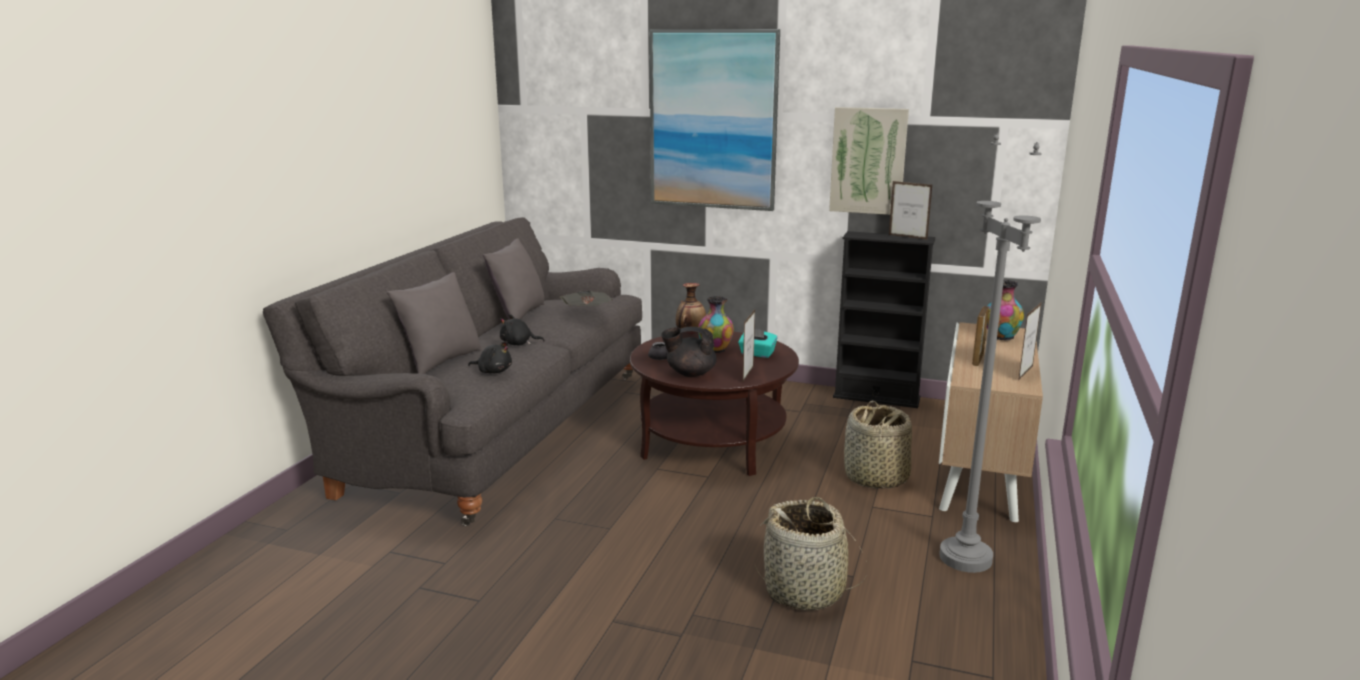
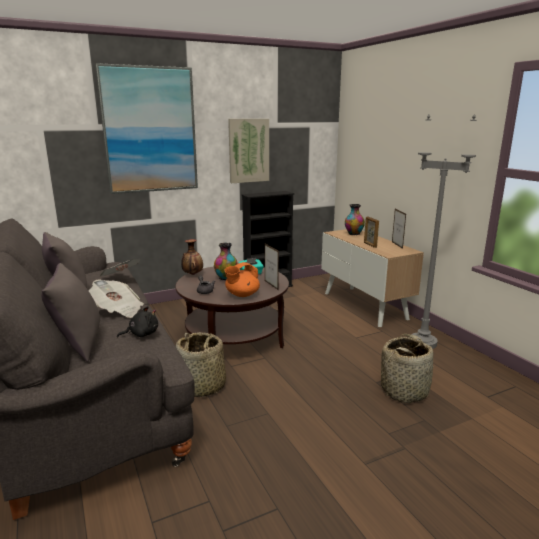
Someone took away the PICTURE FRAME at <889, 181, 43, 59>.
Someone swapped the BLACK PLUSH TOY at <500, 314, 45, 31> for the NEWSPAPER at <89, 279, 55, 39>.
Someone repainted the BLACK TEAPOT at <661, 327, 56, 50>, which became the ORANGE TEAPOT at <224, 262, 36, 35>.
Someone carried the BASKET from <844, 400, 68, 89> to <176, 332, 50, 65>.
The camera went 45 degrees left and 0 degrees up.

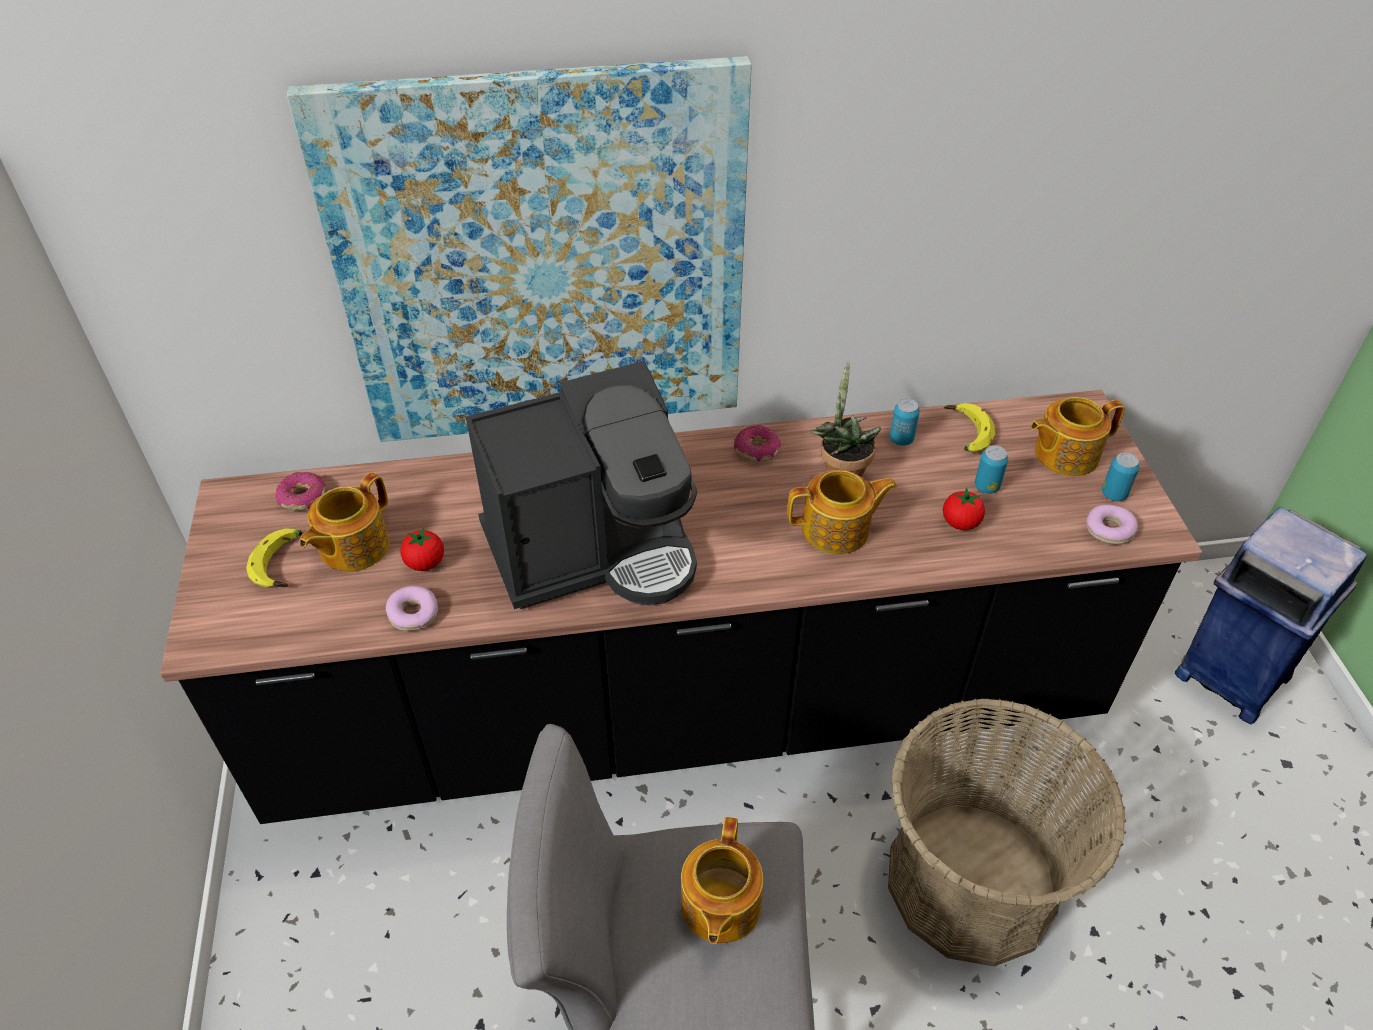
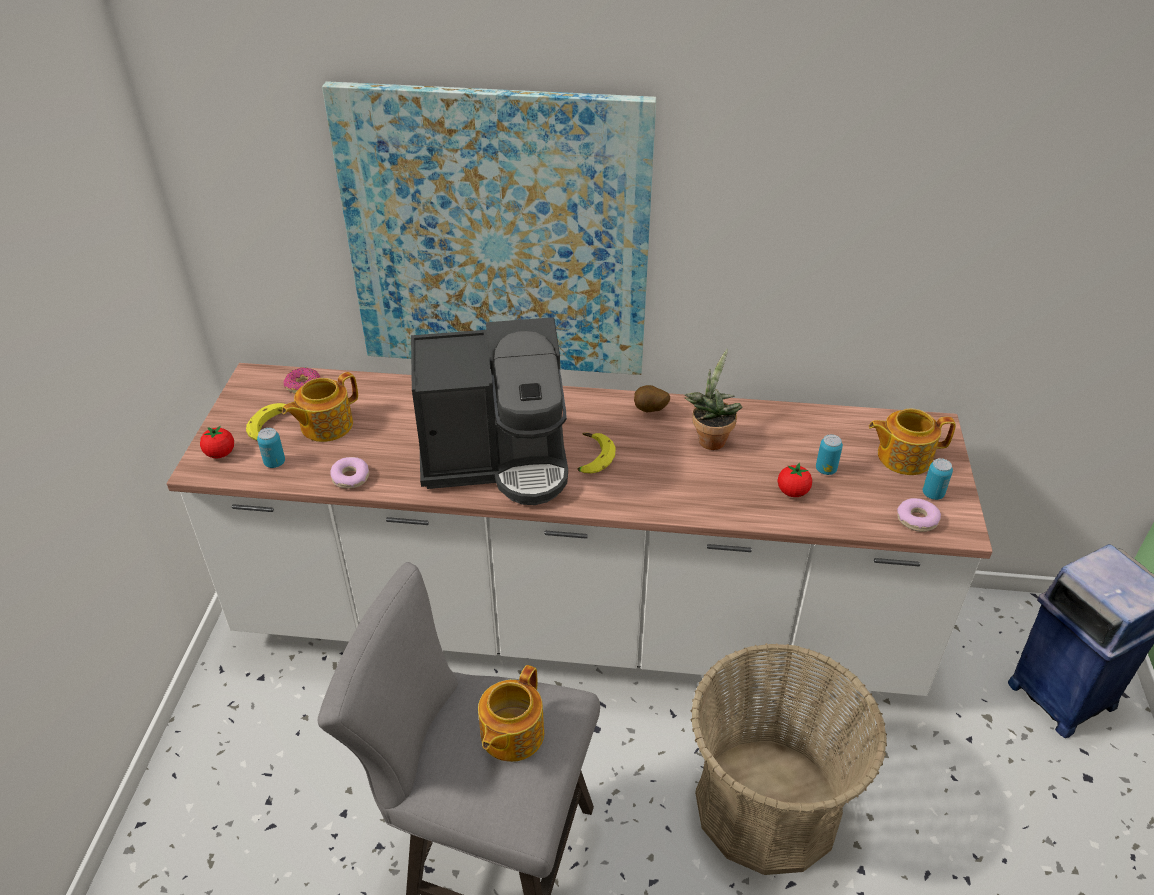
Someone repainted the BLACK COUNTER at <160, 390, 1042, 434>, which became the WHITE COUNTER at <167, 363, 826, 333>.
Someone carried the CAN from <890, 398, 30, 48> to <257, 428, 28, 40>.
Someone carried the BANANA from <944, 403, 51, 49> to <578, 433, 38, 40>.
Someone swapped the DONUT at <734, 425, 47, 37> for the POTATO at <634, 385, 36, 27>.
Someone took away the TEAPOT at <787, 470, 110, 84>.
Someone carried the TOMATO from <400, 528, 44, 43> to <200, 426, 34, 32>.
The camera went 15 degrees right and 5 degrees down.

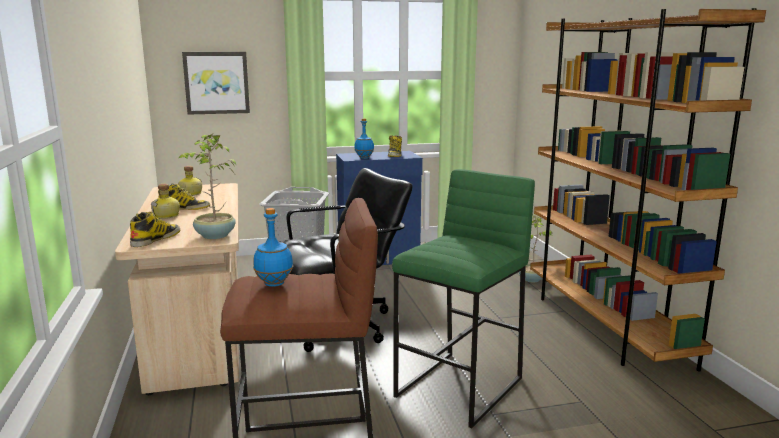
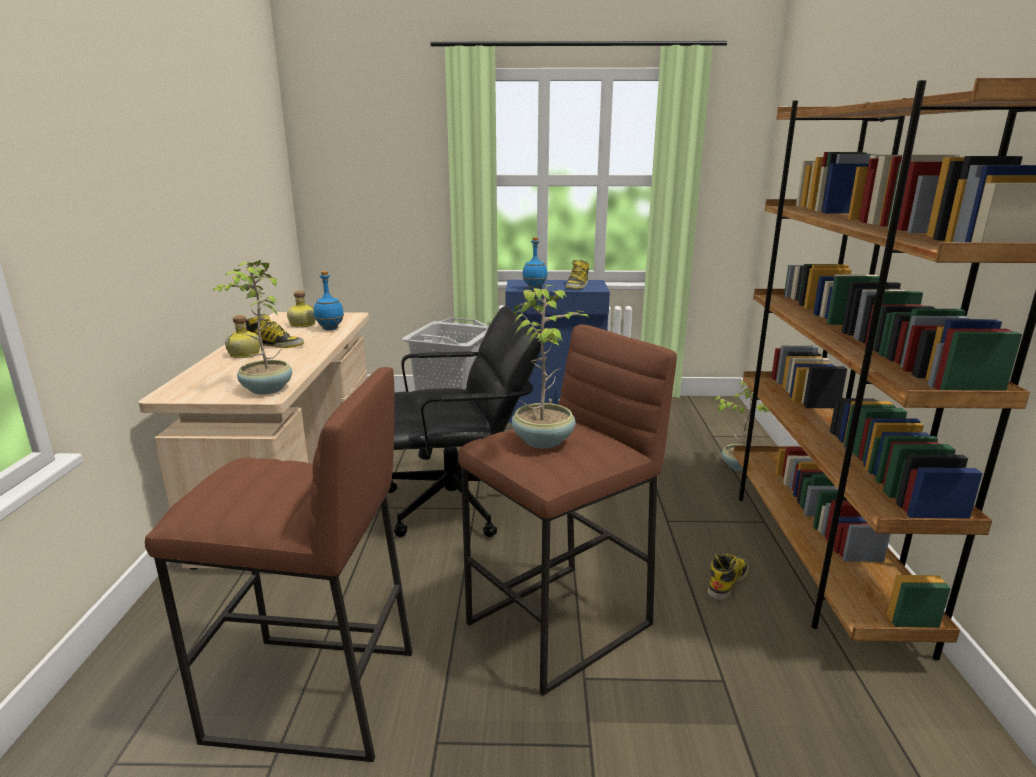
Someone took away the PICTURE at <182, 52, 68, 63>.
Someone repainted the GREEN STOOL at <392, 169, 143, 259>, which became the BROWN STOOL at <458, 324, 219, 372>.
Someone carried the BLUE BOTTLE from <253, 208, 40, 79> to <314, 271, 30, 59>.
Someone carried the BOOT from <130, 212, 50, 35> to <707, 554, 42, 46>.
Someone put down the POTTED PLANT at <512, 284, 80, 164>.
The camera went 15 degrees right and 5 degrees up.

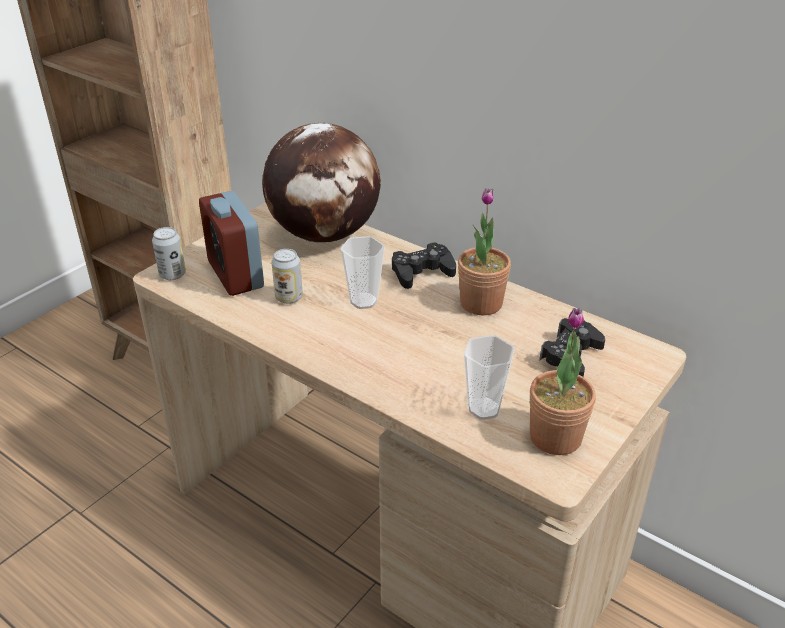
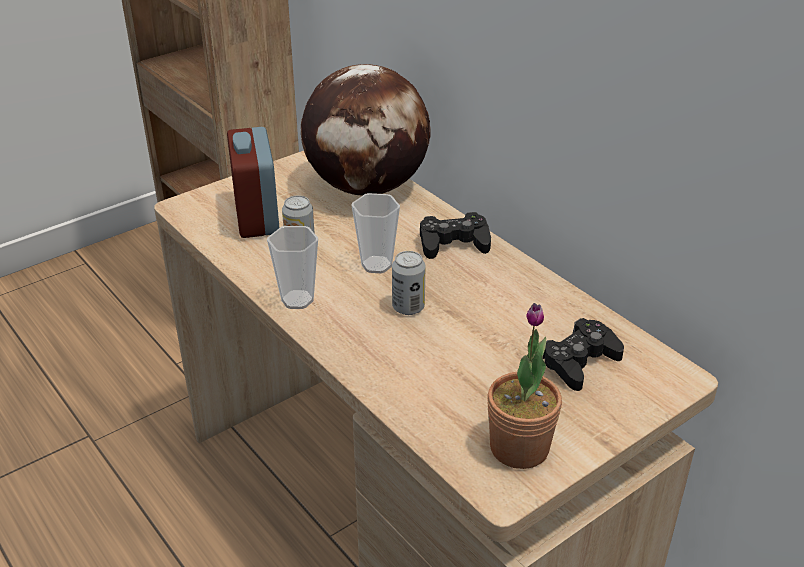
Someone took away the POTTED PLANT at <458, 188, 53, 127>.
Someone carried the CAN from <152, 227, 34, 53> to <392, 251, 33, 64>.
Someone carried the CUP from <464, 335, 51, 85> to <267, 226, 51, 83>.
The camera went 15 degrees right and 0 degrees up.

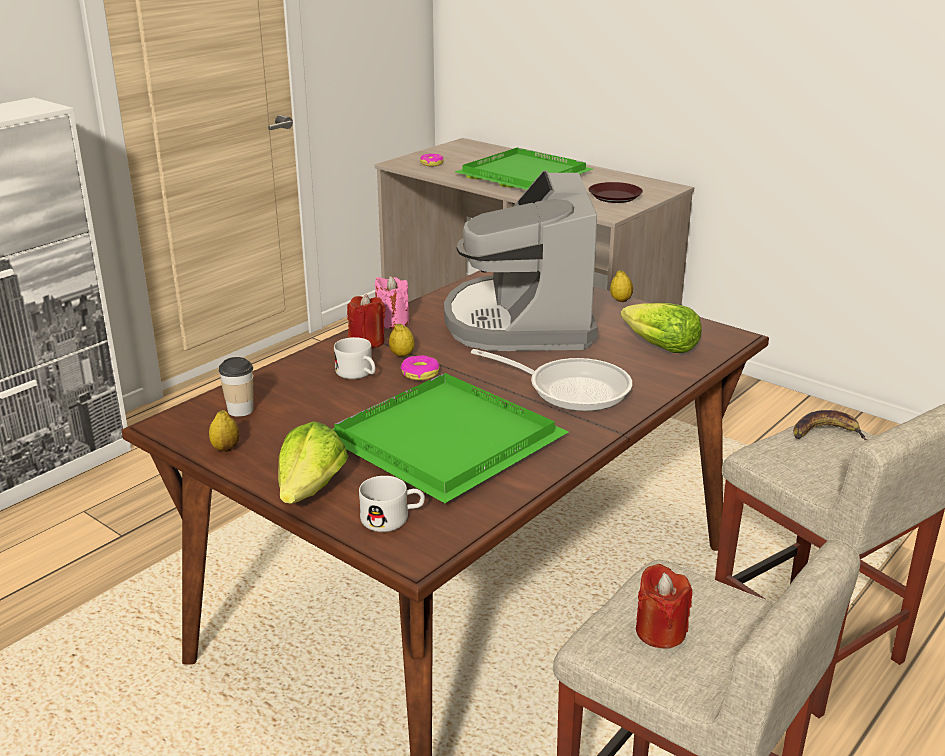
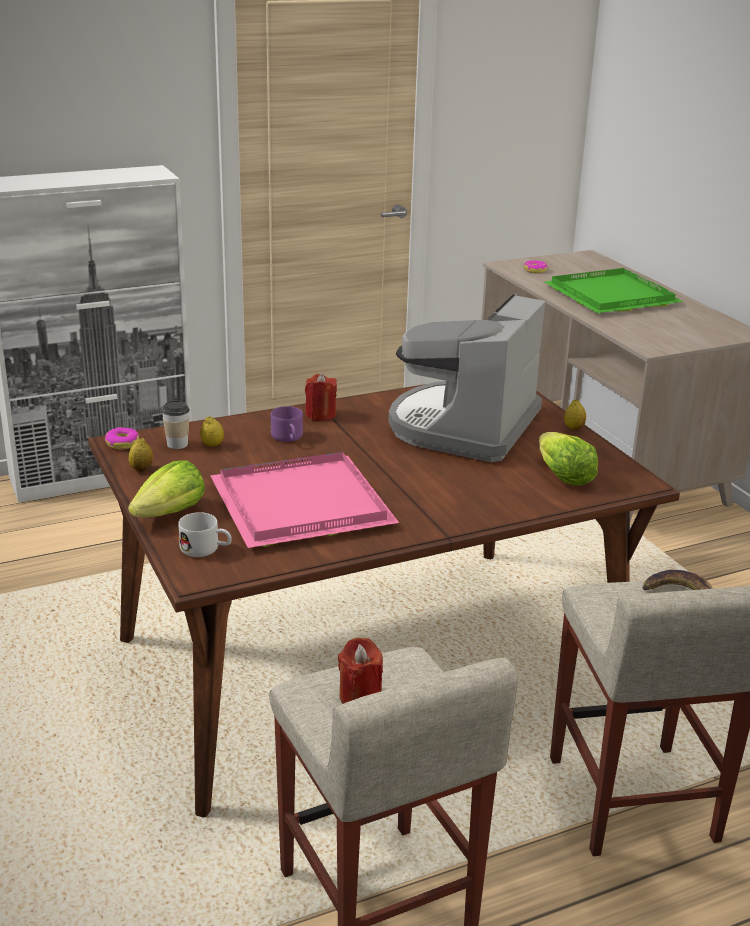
Someone took away the BROWN PLATE at <588, 182, 55, 21>.
Someone took away the PINK CANDLE at <375, 276, 34, 53>.
Someone carried the LEMON from <389, 324, 26, 33> to <200, 416, 24, 31>.
Someone repainted the WHITE MUG at <334, 337, 42, 42>, which became the PURPLE MUG at <271, 406, 32, 36>.
Someone took away the FRYING PAN at <471, 349, 161, 62>.
Someone carried the DONUT from <401, 355, 39, 25> to <105, 427, 35, 22>.
Someone repainted the GREEN TRAY at <333, 373, 236, 130>, which became the PINK TRAY at <210, 452, 189, 96>.
The camera went 25 degrees right and 0 degrees up.

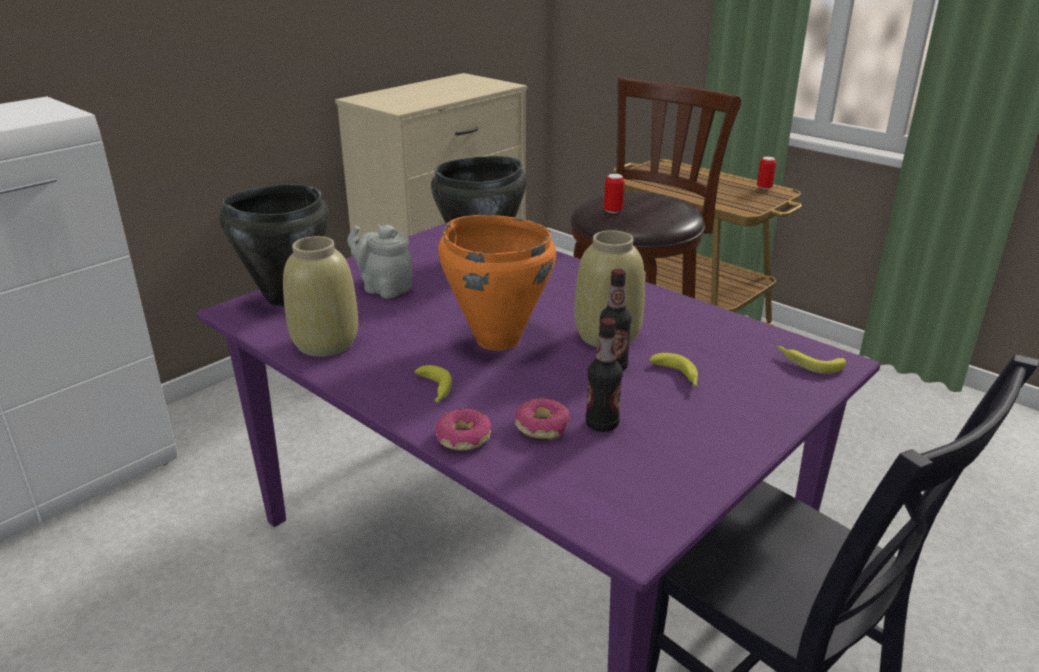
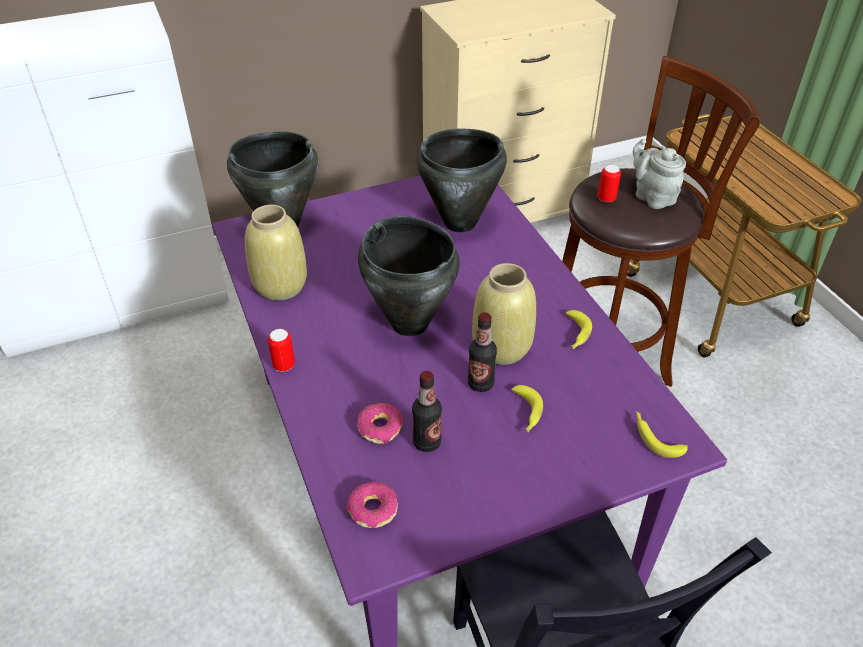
Someone carried the CAN from <757, 157, 19, 33> to <268, 329, 27, 43>.
Someone repainted the ORANGE COOKING POT at <438, 215, 118, 136>, which became the BLACK COOKING POT at <358, 216, 102, 120>.
Someone carried the GREY TEAPOT from <347, 224, 66, 74> to <633, 138, 53, 71>.
Someone carried the BANANA from <414, 365, 38, 38> to <566, 310, 26, 39>.
Someone carried the DONUT from <435, 409, 56, 41> to <347, 482, 51, 46>.
The camera went 25 degrees right and 15 degrees up.

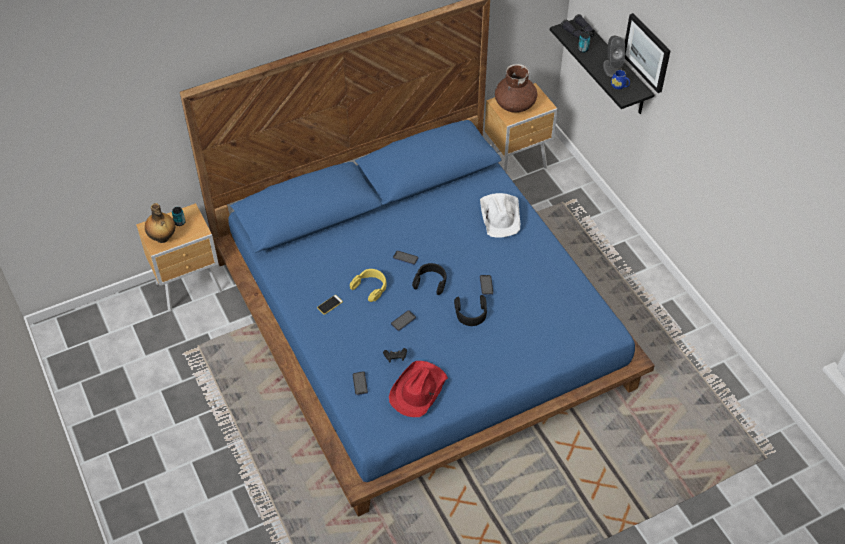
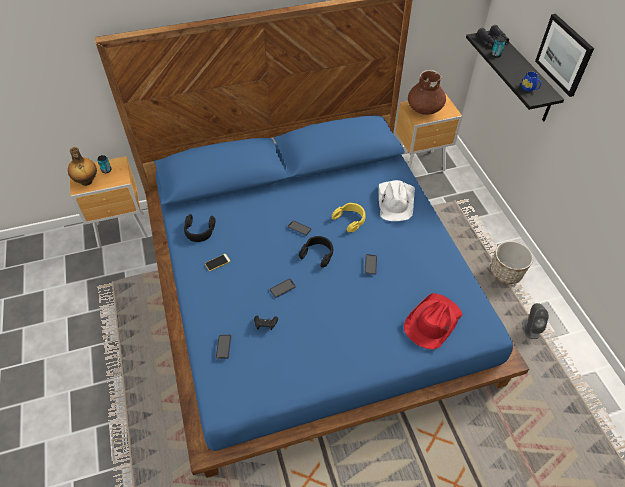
Someone carried the GREY SPEAKER from <603, 36, 22, 41> to <523, 303, 26, 36>.
Someone carried the YELLOW HEADPHONES from <350, 269, 37, 33> to <332, 203, 34, 29>.
Someone carried the BLACK HEADPHONES from <454, 295, 33, 31> to <184, 214, 32, 28>.
Someone carried the RED HAT from <389, 361, 59, 56> to <404, 293, 59, 56>.
Someone put down the PLANTER at <491, 241, 42, 43>.
The camera went 10 degrees right and 0 degrees up.

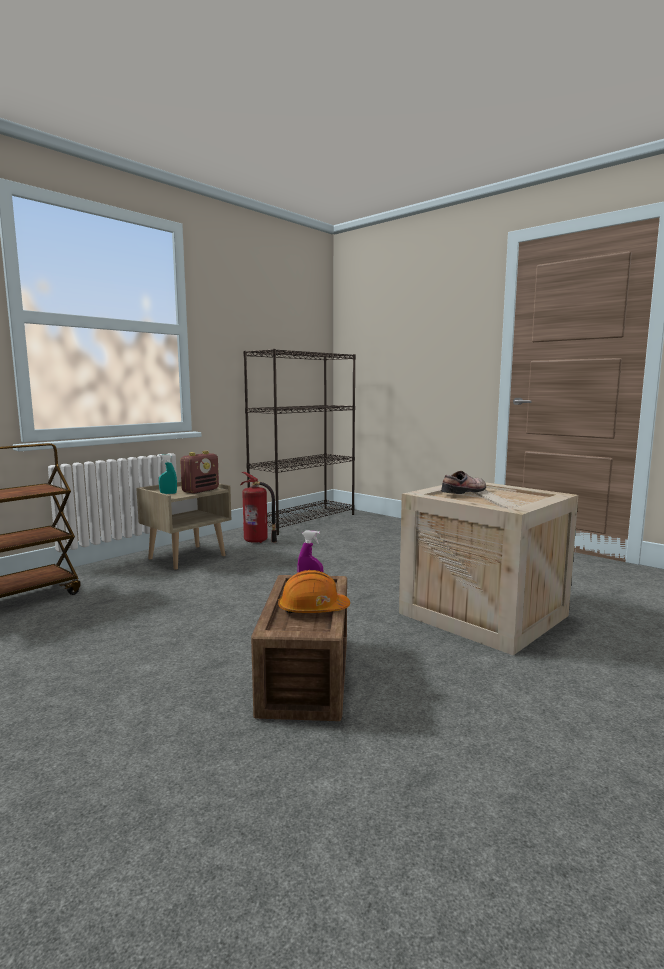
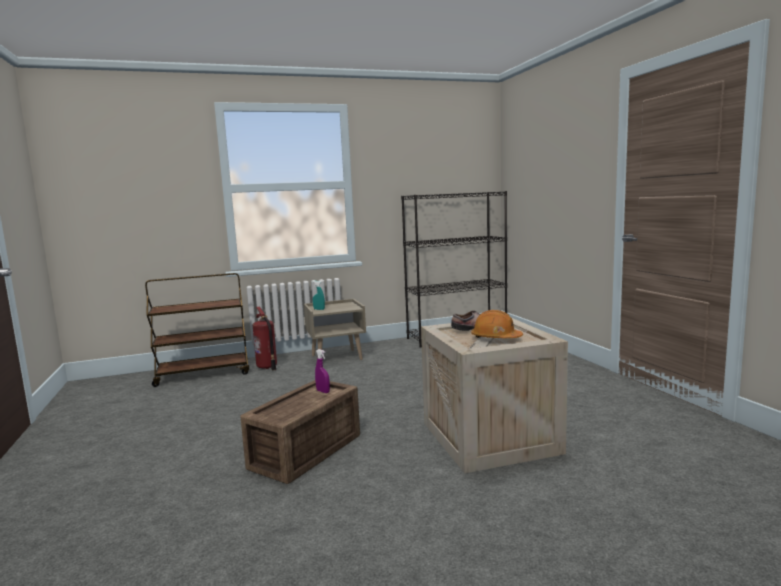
Someone took away the RADIO at <180, 451, 39, 43>.
Someone carried the FIRE EXTINGUISHER from <240, 472, 37, 71> to <253, 307, 24, 64>.
Someone carried the ORANGE HARD HAT from <278, 570, 72, 43> to <471, 310, 52, 28>.
The camera went 30 degrees right and 0 degrees up.

